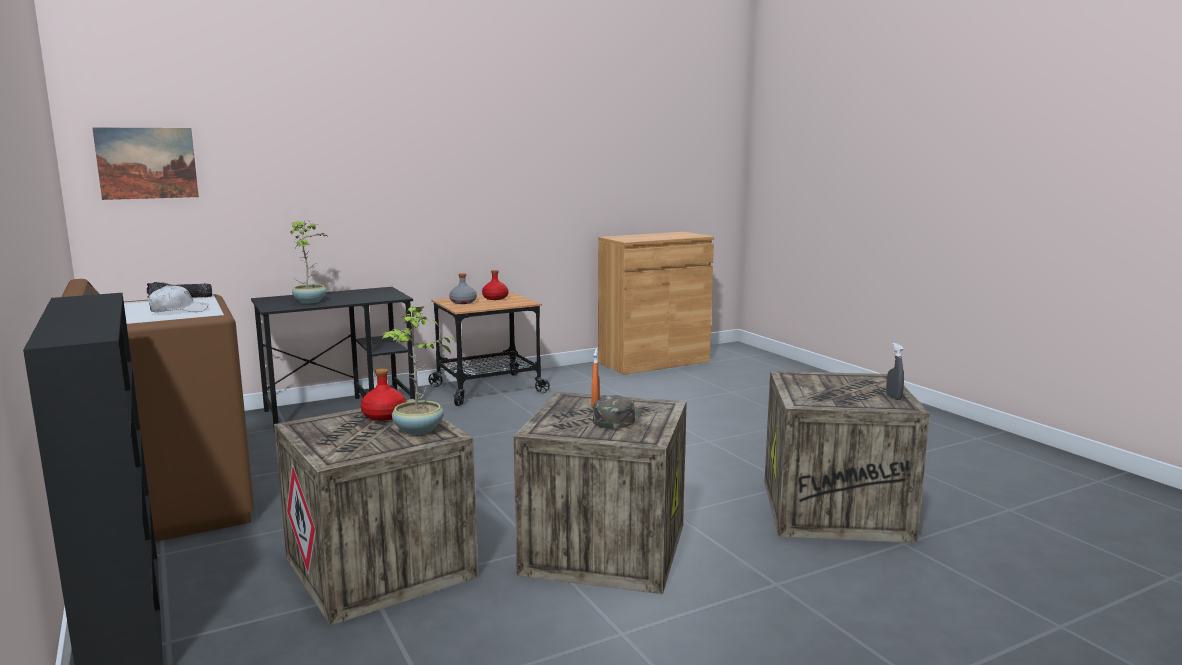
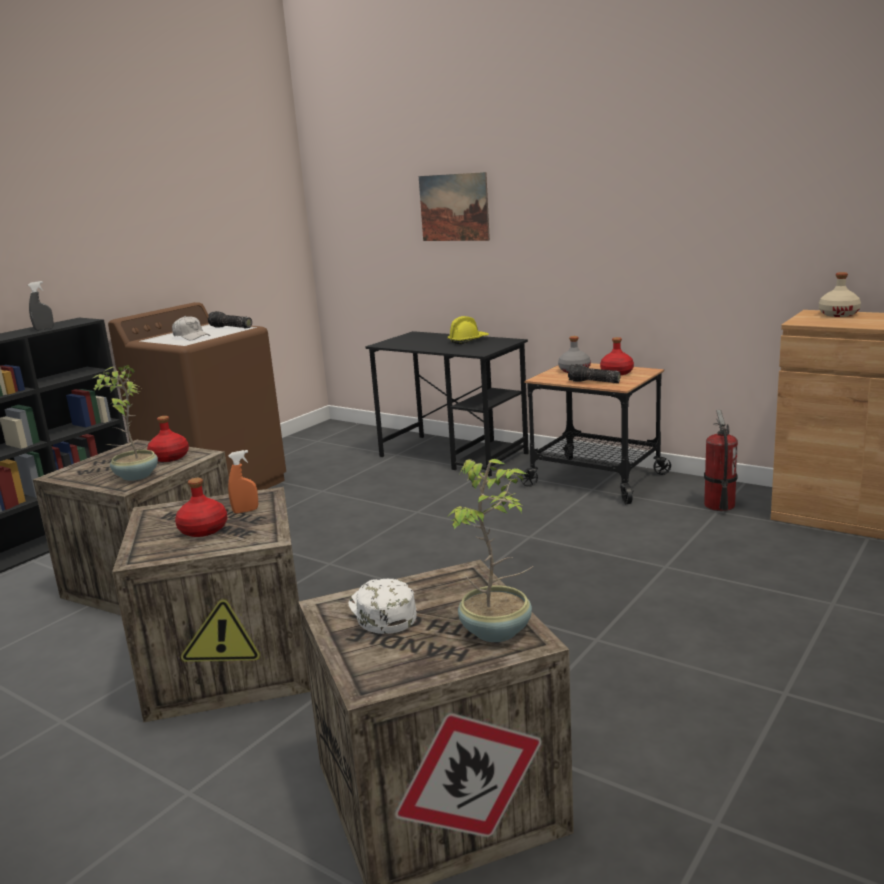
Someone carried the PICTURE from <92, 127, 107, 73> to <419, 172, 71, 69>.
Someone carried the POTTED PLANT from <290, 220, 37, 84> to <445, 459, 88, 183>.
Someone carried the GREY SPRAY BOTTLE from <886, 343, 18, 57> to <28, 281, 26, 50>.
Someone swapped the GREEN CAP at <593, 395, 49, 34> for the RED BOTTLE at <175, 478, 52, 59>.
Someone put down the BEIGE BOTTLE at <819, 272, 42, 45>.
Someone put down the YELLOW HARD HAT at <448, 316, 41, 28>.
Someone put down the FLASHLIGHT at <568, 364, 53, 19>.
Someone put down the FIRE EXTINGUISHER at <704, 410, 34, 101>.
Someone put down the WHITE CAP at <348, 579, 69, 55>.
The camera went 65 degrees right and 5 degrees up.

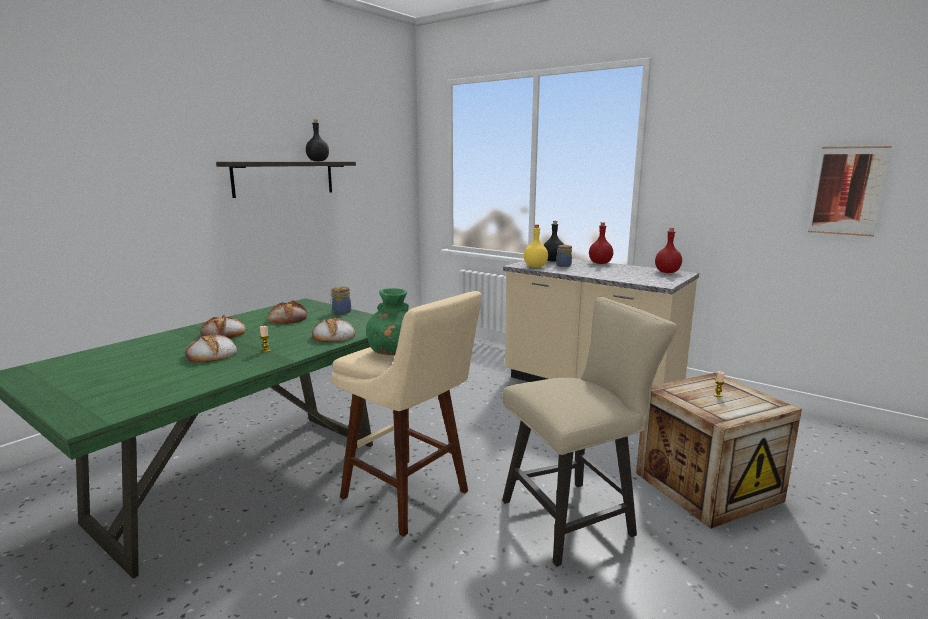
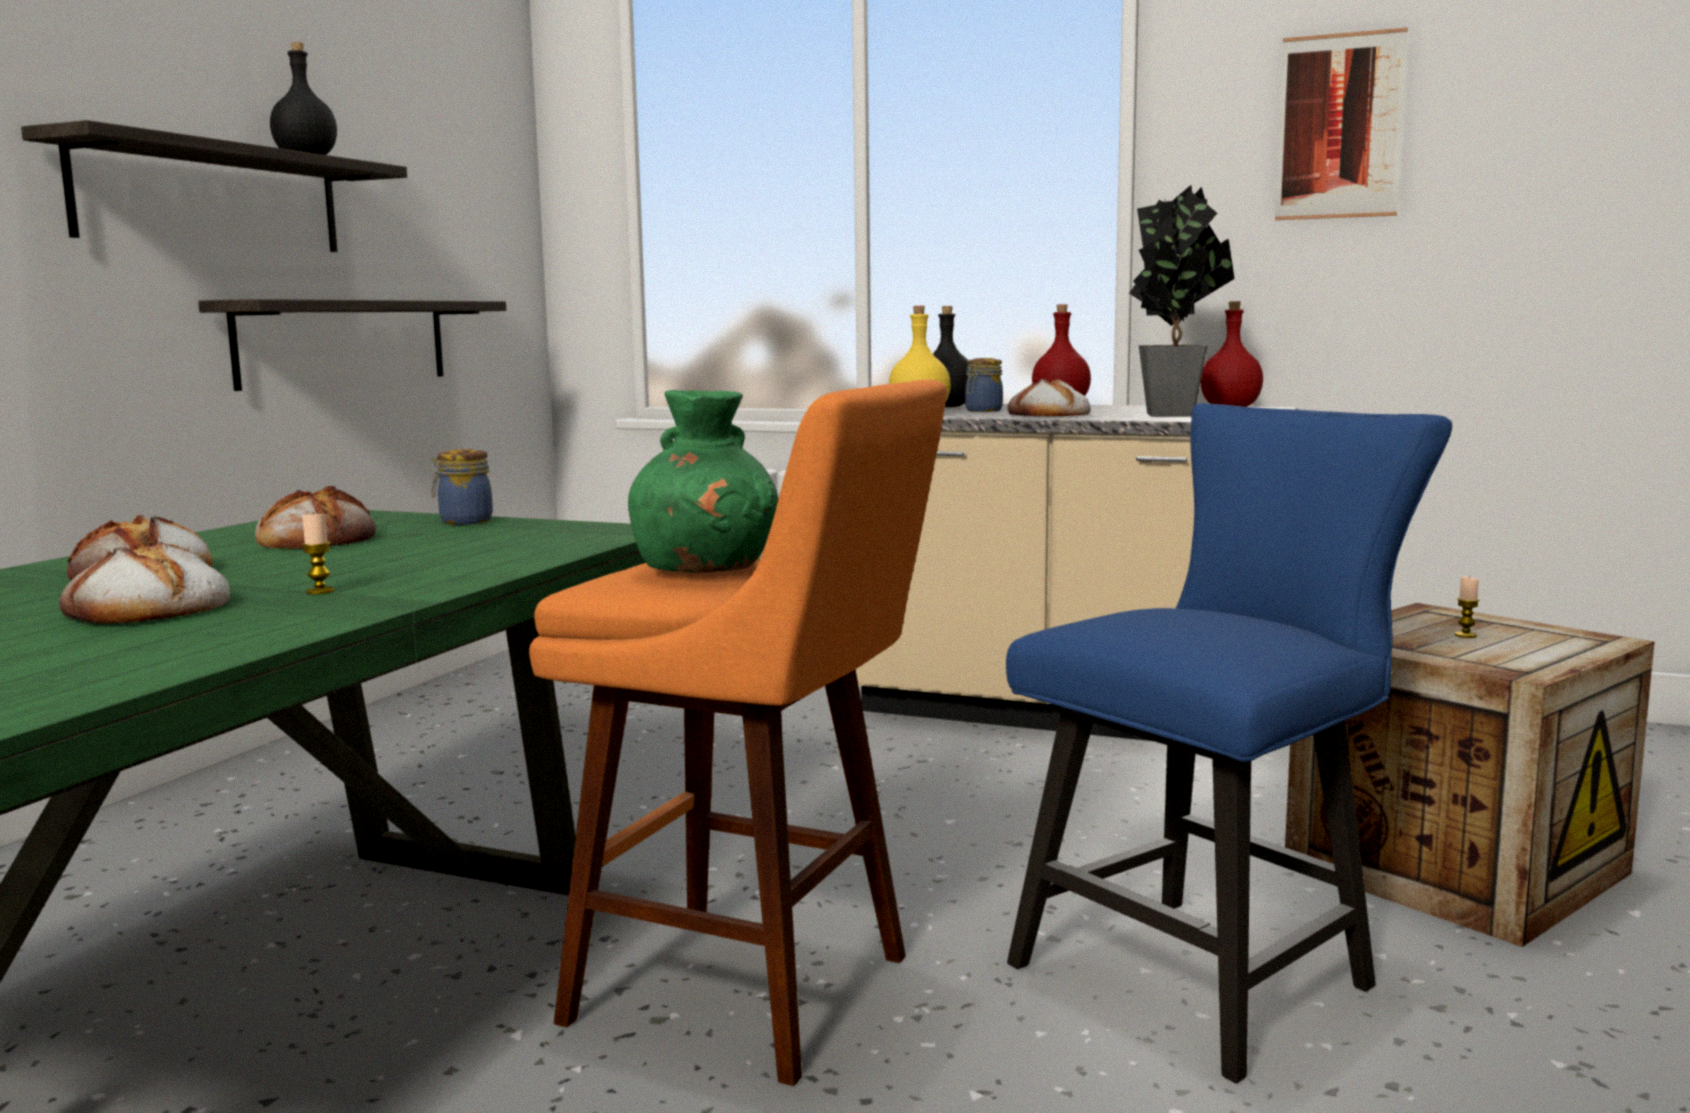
Someone carried the PICTURE from <808, 146, 84, 91> to <1275, 27, 133, 193>.
Someone repainted the BEIGE STOOL at <331, 291, 151, 246>, which became the ORANGE STOOL at <529, 380, 418, 706>.
Someone repainted the BEIGE CHAIR at <502, 297, 175, 270>, which became the BLUE CHAIR at <1006, 403, 446, 681>.
Someone carried the BREAD from <312, 317, 43, 25> to <1008, 379, 83, 38>.
Someone put down the POTTED PLANT at <1129, 185, 106, 232>.
Someone put up the SHELF at <198, 299, 308, 92>.
The camera went 15 degrees left and 5 degrees down.

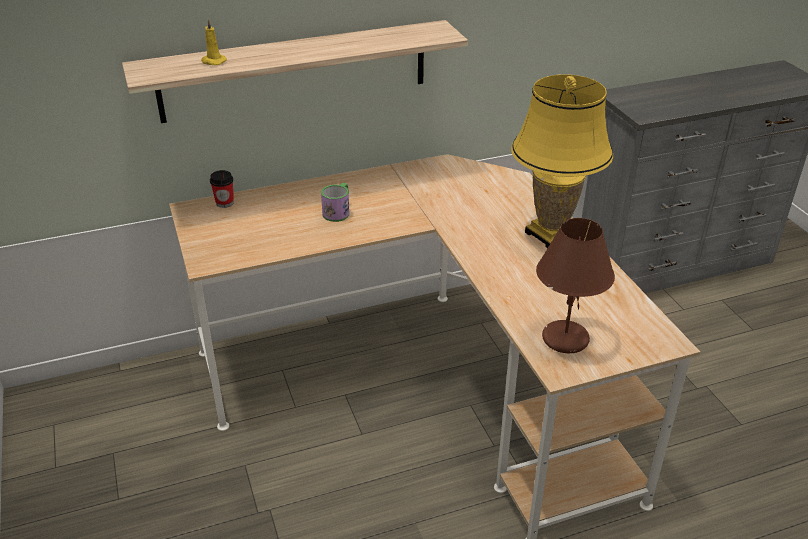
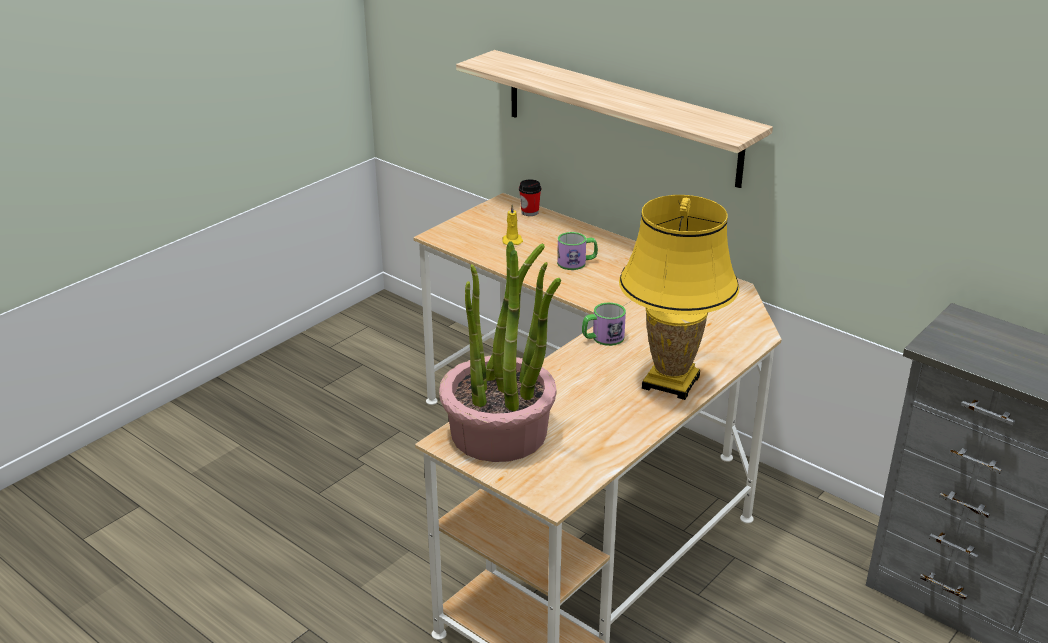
Someone carried the YELLOW CANDLE from <201, 19, 26, 46> to <502, 205, 21, 40>.
Someone swapped the BROWN TABLE LAMP at <536, 218, 79, 135> for the POTTED PLANT at <439, 241, 123, 221>.
Someone put down the MUG at <582, 302, 44, 44>.
The camera went 60 degrees right and 5 degrees down.

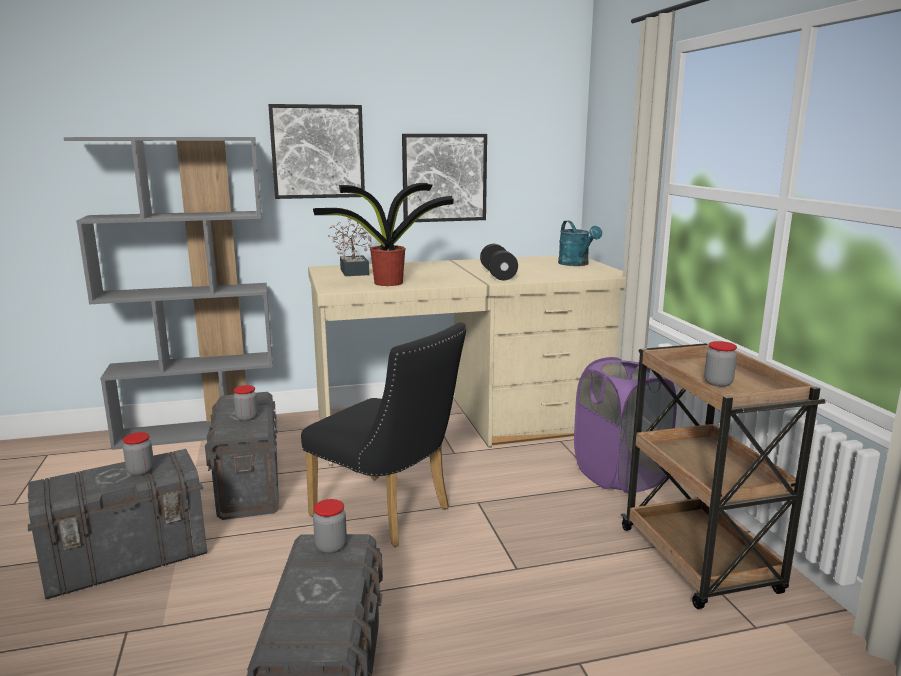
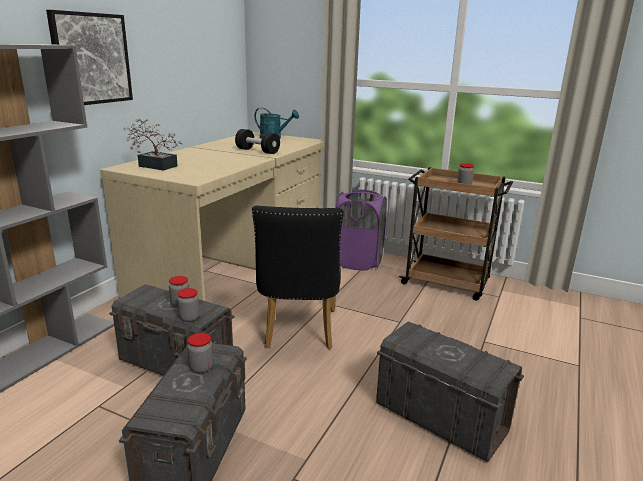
Someone took away the PICTURE at <402, 134, 85, 88>.
Someone took away the POTTED PLANT at <313, 183, 141, 103>.
Someone rotated the BLACK CHAIR at <301, 322, 166, 225> by 105 degrees clockwise.
Someone carried the JAR from <313, 499, 34, 55> to <177, 288, 23, 34>.
The camera went 50 degrees left and 5 degrees up.

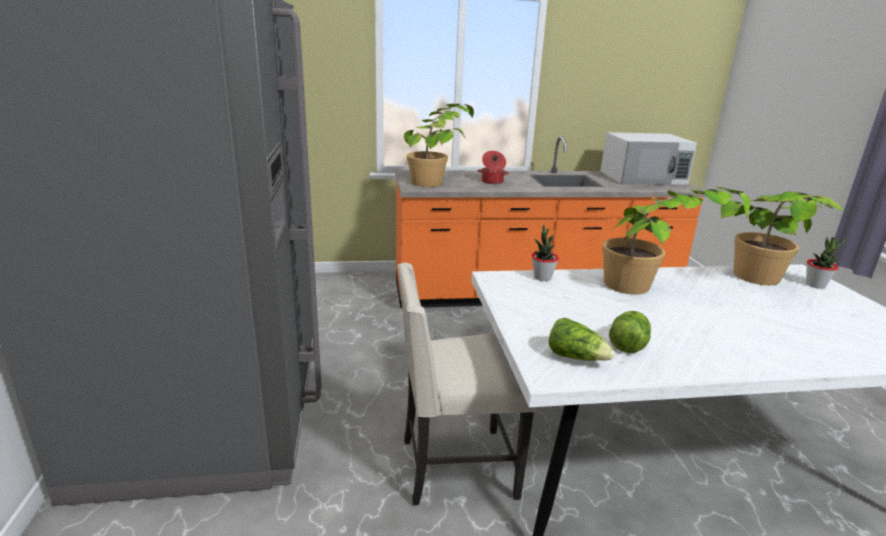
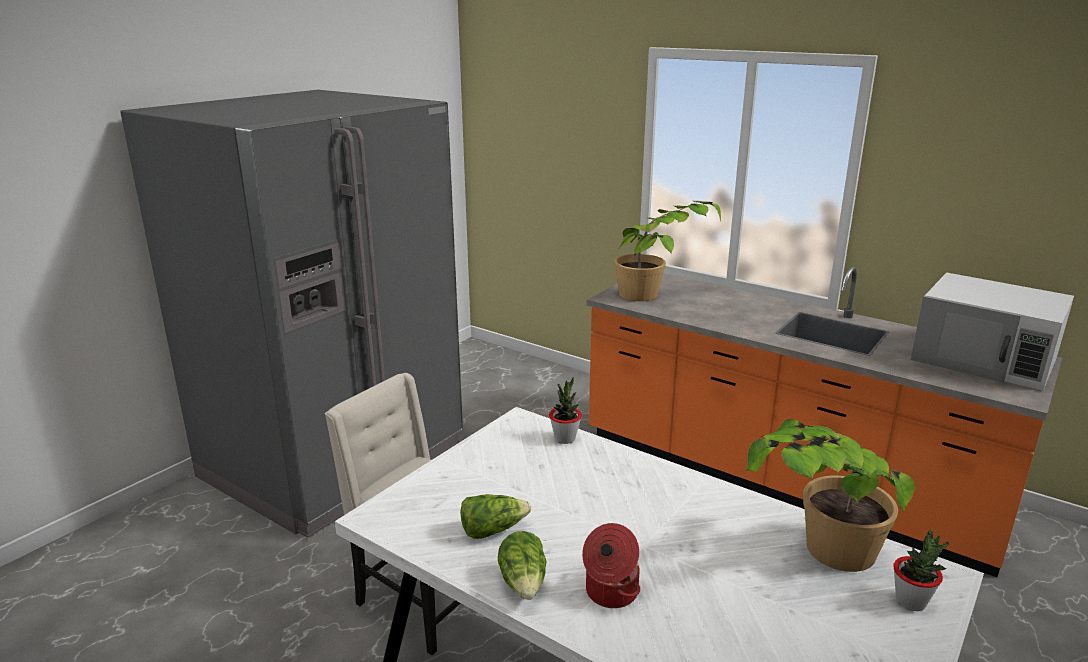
Someone carried the COOKING POT from <478, 151, 31, 33> to <582, 523, 58, 85>.
Someone took away the POTTED PLANT at <603, 187, 147, 107>.
Someone carried the LETTUCE from <549, 318, 66, 43> to <498, 531, 48, 69>.
The camera went 45 degrees right and 0 degrees up.

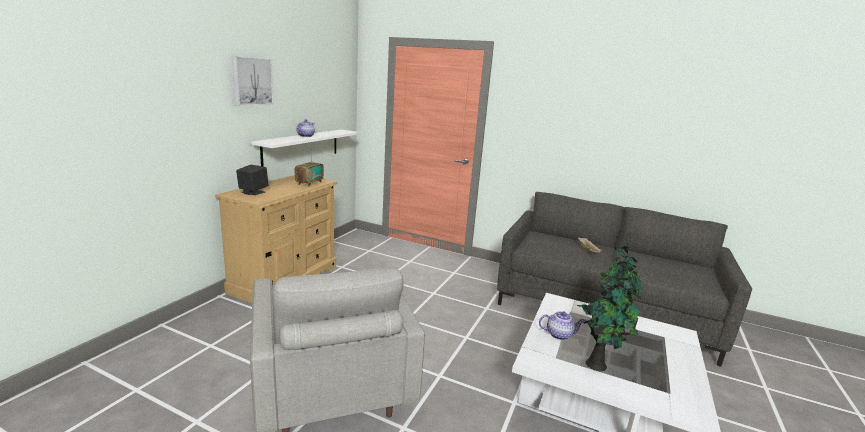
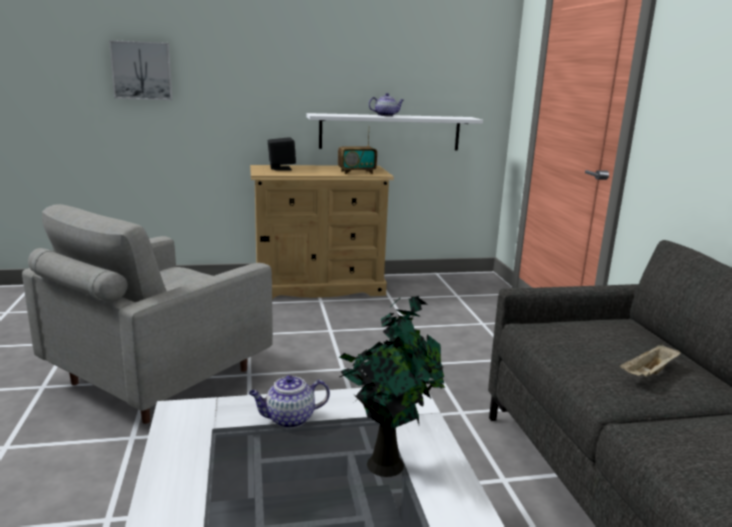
Someone carried the PICTURE from <232, 56, 42, 50> to <109, 40, 63, 60>.
Someone took away the POTTED PLANT at <576, 278, 64, 93>.
Someone rotated the TEAPOT at <539, 311, 46, 29> by 105 degrees clockwise.
The camera went 55 degrees right and 0 degrees up.

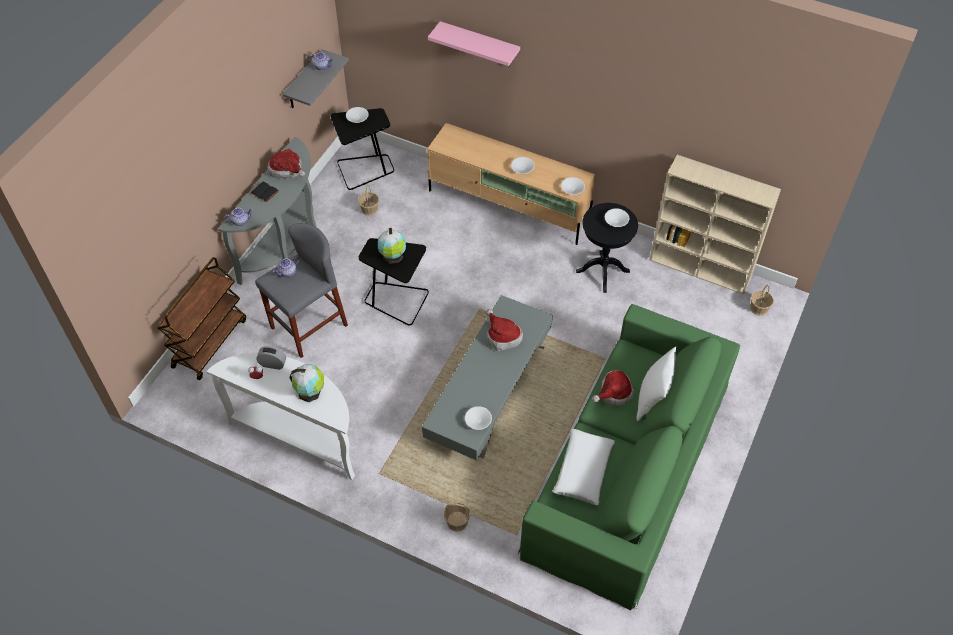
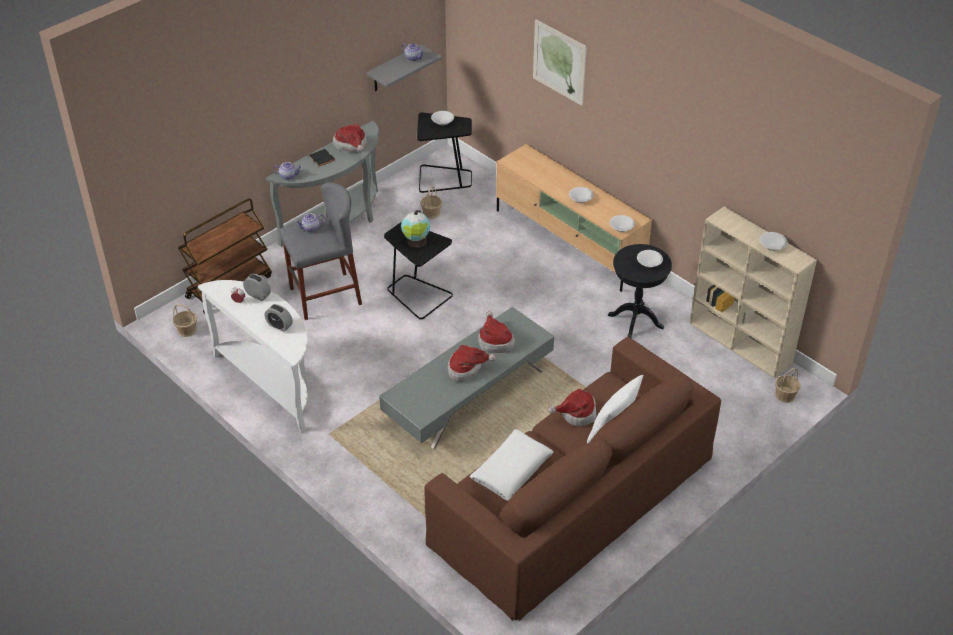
Someone swapped the PINK SHELF at <428, 21, 92, 45> for the PICTURE at <533, 19, 54, 87>.
Someone repainted the GREEN SOFA at <518, 304, 222, 306>, which became the BROWN SOFA at <424, 337, 297, 284>.
Someone swapped the GLOBE at <289, 364, 35, 39> for the ALARM CLOCK at <264, 304, 29, 28>.
Someone carried the WHITE BOWL from <465, 406, 27, 24> to <760, 232, 28, 19>.
Someone carried the BASKET from <444, 502, 26, 29> to <173, 304, 24, 33>.
Someone put down the HAT at <448, 345, 48, 37>.
The camera went 20 degrees right and 10 degrees down.

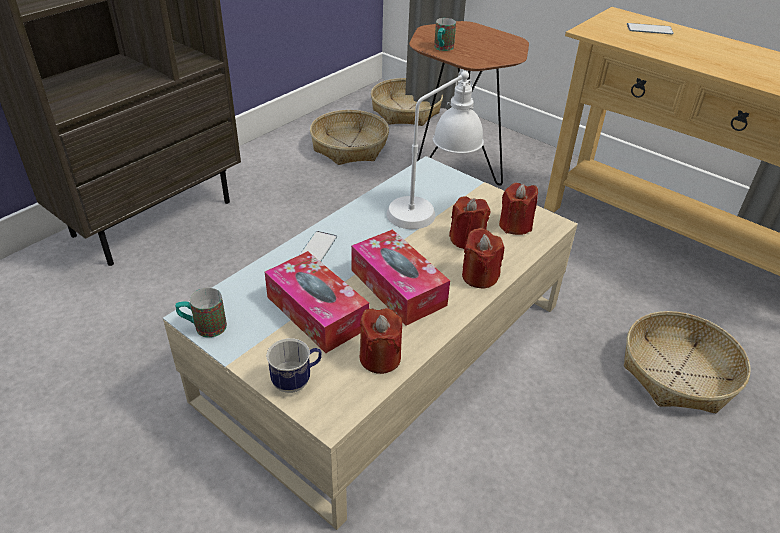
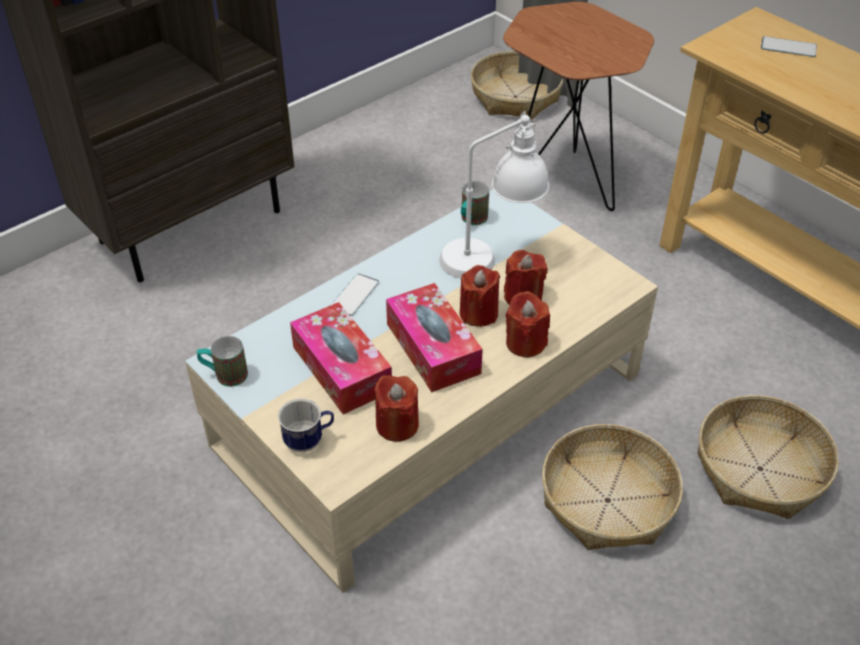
Someone carried the MUG from <434, 18, 22, 33> to <461, 181, 28, 44>.
Someone carried the BASKET from <310, 110, 79, 55> to <542, 424, 141, 126>.
Someone carried the RED CANDLE from <499, 183, 39, 52> to <460, 265, 40, 62>.
The camera went 10 degrees right and 5 degrees up.

